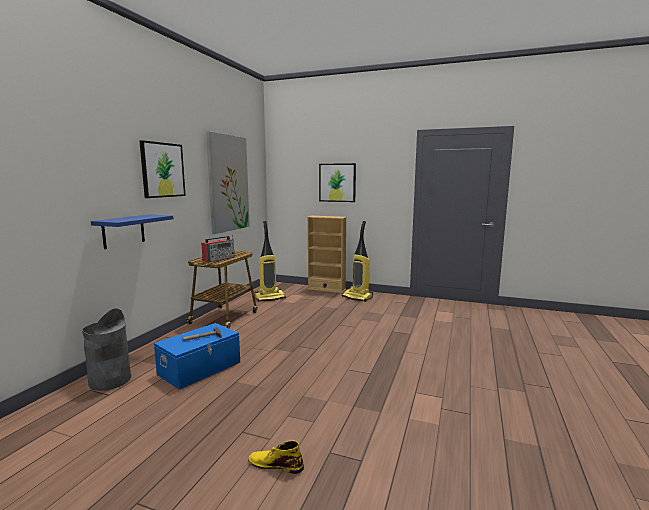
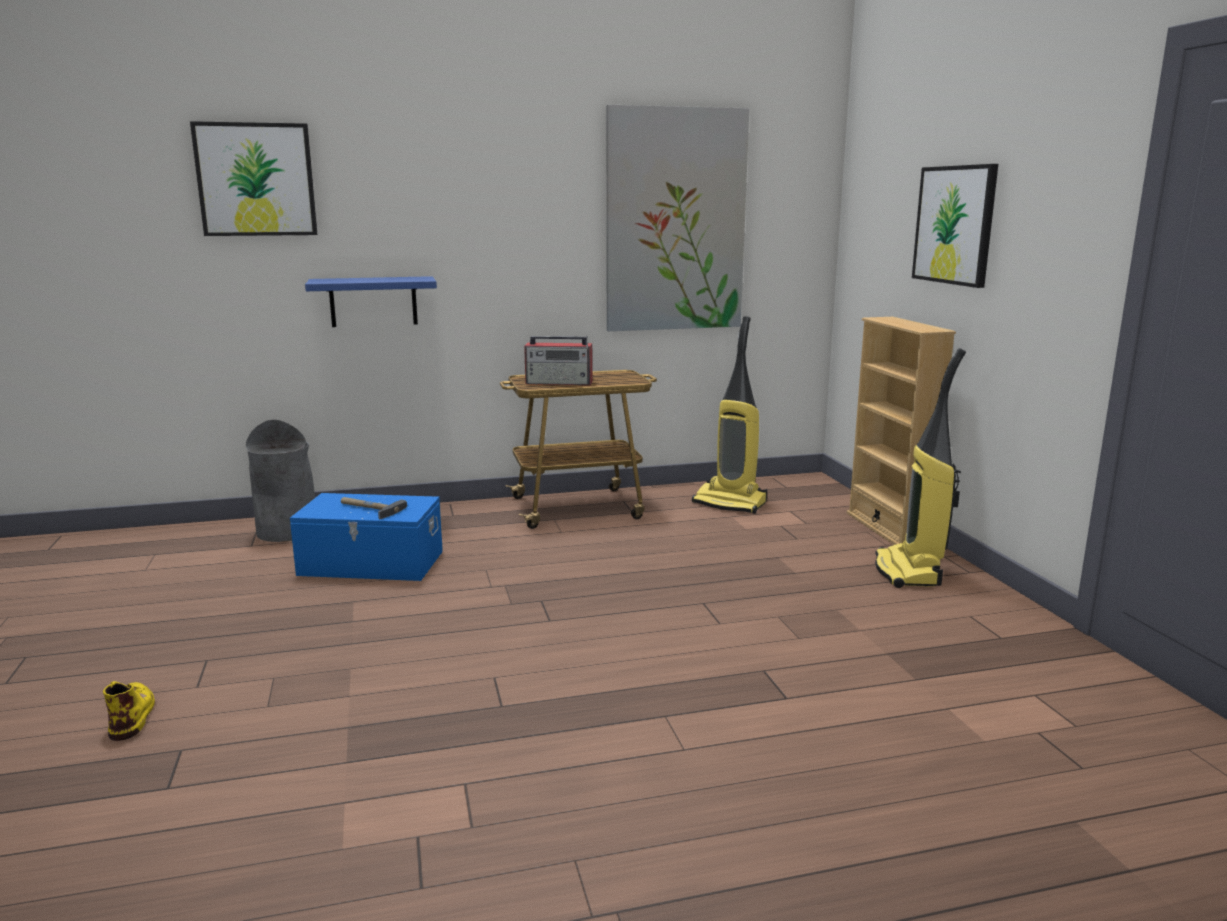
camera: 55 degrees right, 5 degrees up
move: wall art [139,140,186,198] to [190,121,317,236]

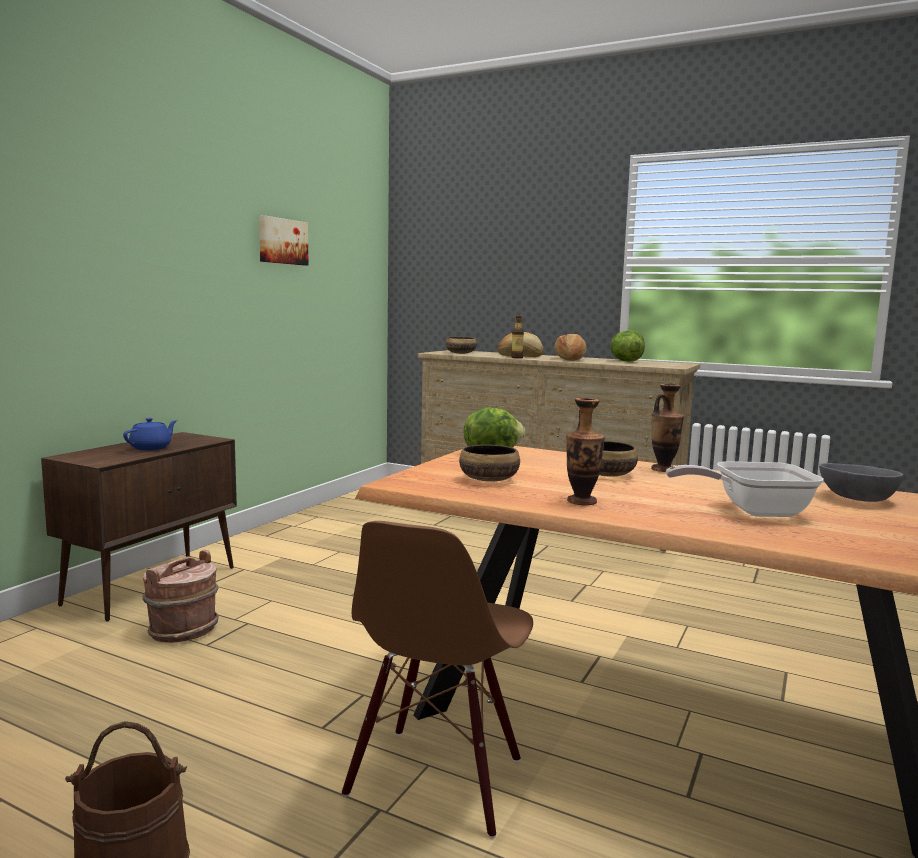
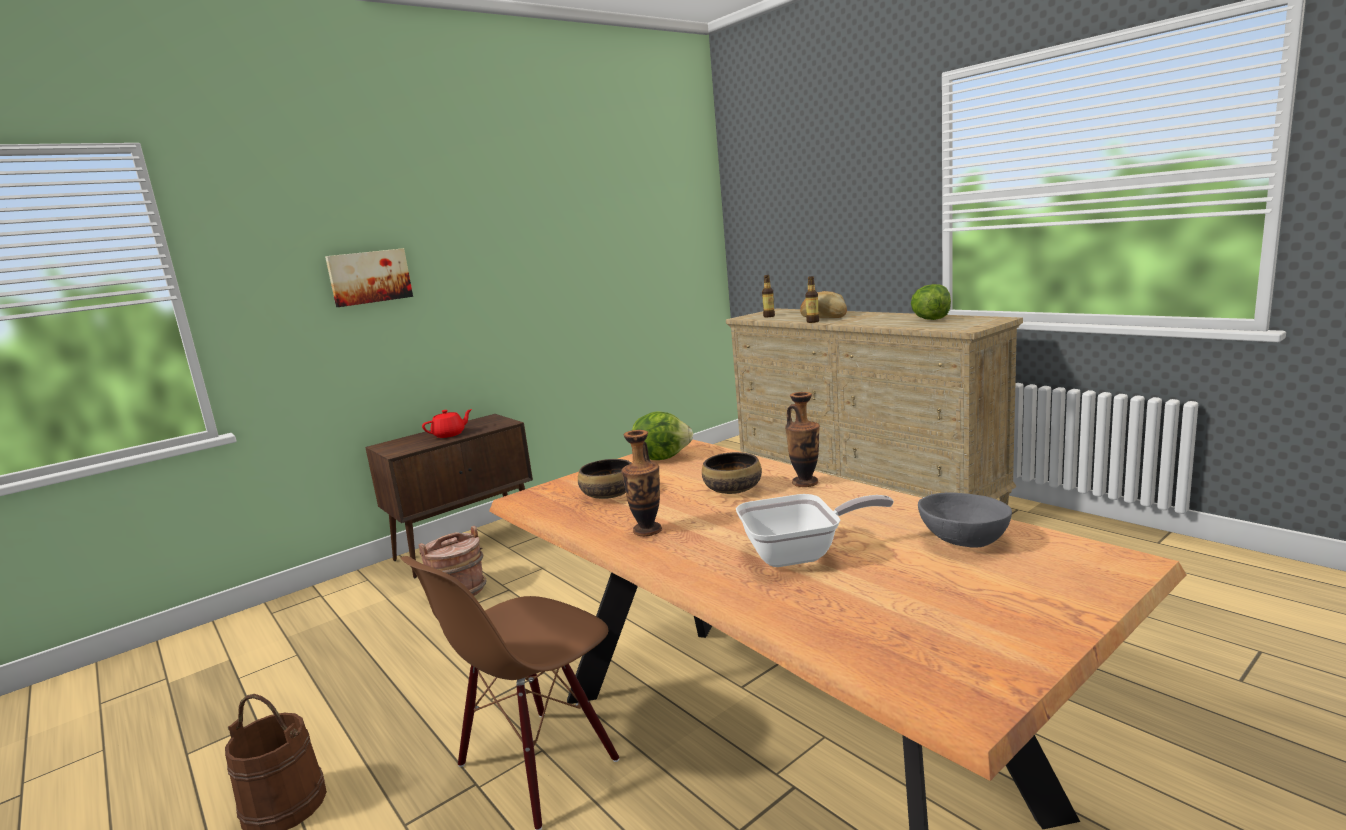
camera: 25 degrees right, 5 degrees up
delete: bakery bread [554,334,587,361]
move: wall art [259,215,308,265] to [325,248,413,307]
replace: deep dish [446,337,477,354] to drink bottle [762,275,775,317]
recolor: pot for tea in bluish [123,418,177,450] to pot for tea in reddish [422,409,472,438]
rotate: frying pan [666,461,824,517] = [736,494,894,567] 150 degrees clockwise

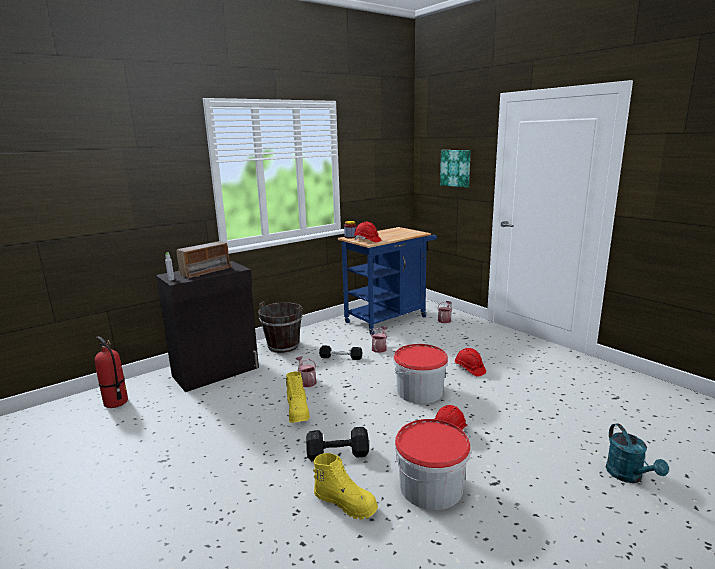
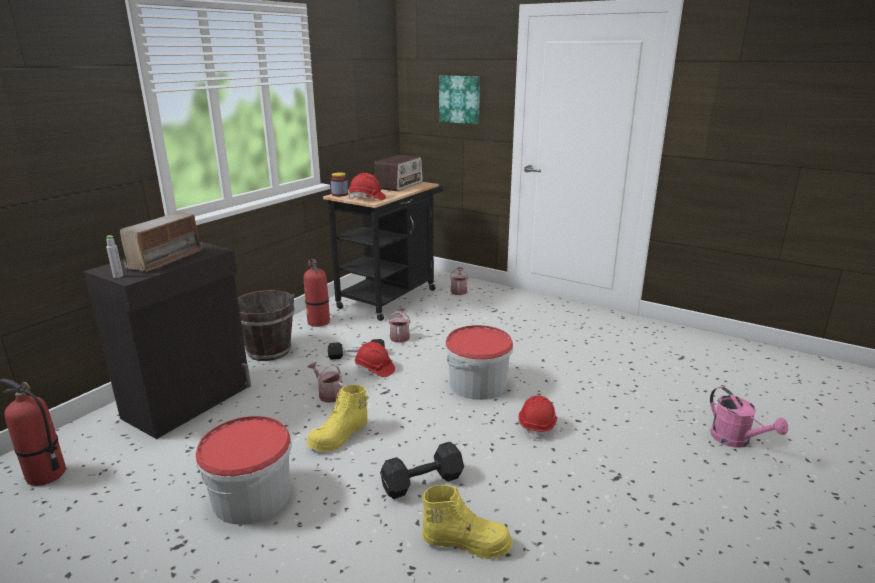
camera: 20 degrees left, 5 degrees up
insert: fire extinguisher [304,259,330,327]; radio [374,155,423,191]
move: water bucket [395,419,471,510] to [196,416,292,525]; safety helmet in reddish [455,348,486,377] to [355,342,395,377]
recolor: cart in bluish [338,227,437,335] to cart in black [323,182,444,321]; watering can in turquoise [606,424,669,483] to watering can in pinkish [710,387,788,448]
rotate: high-top boot in yellow-coloured [286,371,310,423] = [306,385,369,452] 75 degrees clockwise

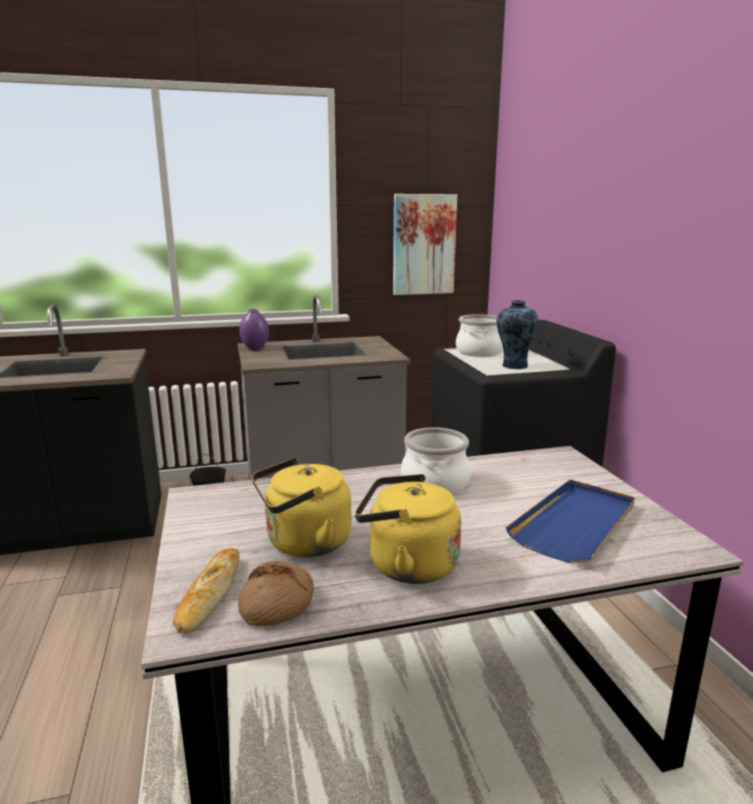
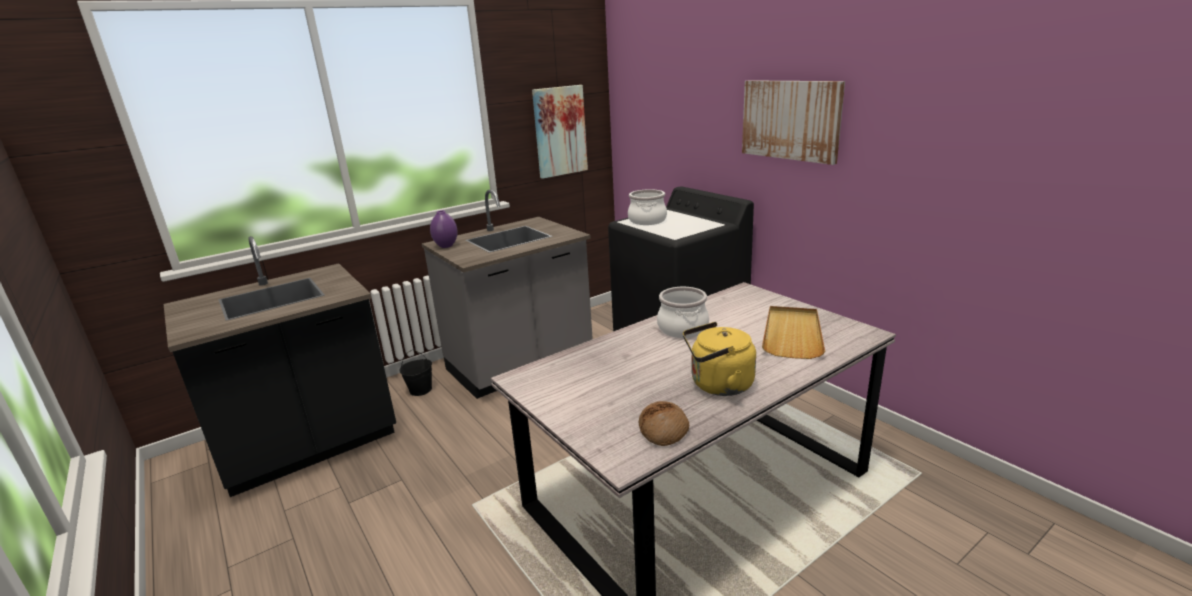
camera: 20 degrees left, 5 degrees up
delete: bakery bread [173,548,239,634]; kettle in yellow-coloured [252,458,351,557]; flower vase [496,300,538,369]
insert: wall art [742,80,845,165]
recolor: tray in bluish [506,480,635,563] to tray in beige-coloured [762,306,825,359]

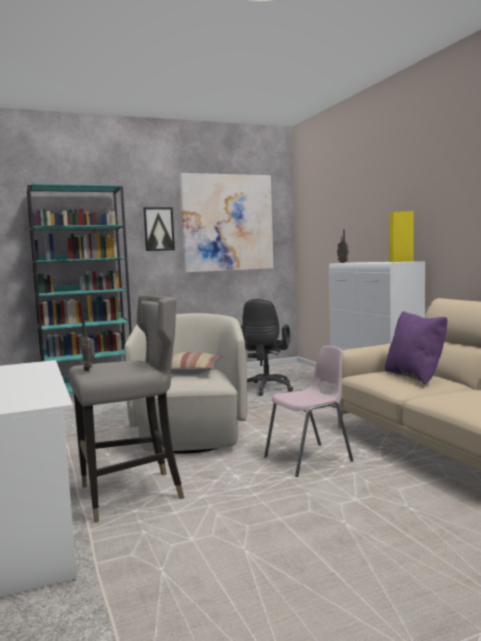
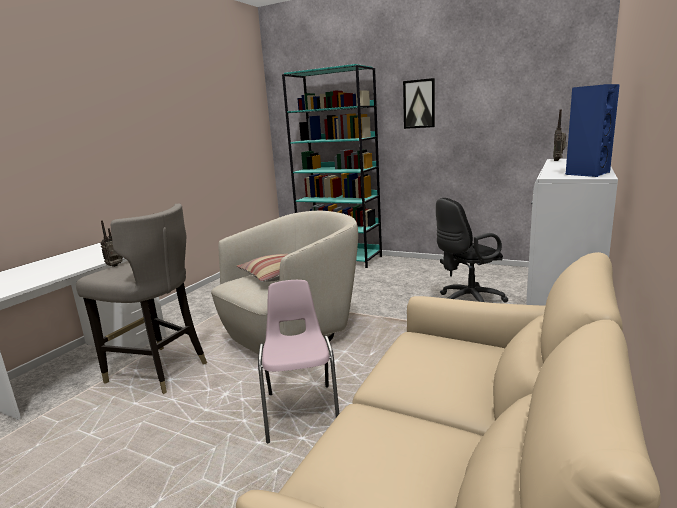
camera: 50 degrees right, 10 degrees up
delete: wall art [180,173,274,273]; cushion in purplish [385,311,448,384]
recolor: speaker in yellow-coloured [389,211,414,262] to speaker in bluish [566,84,620,177]
rotate: plain chair in pinkish [264,346,353,477] = [258,280,339,443] 120 degrees counterclockwise

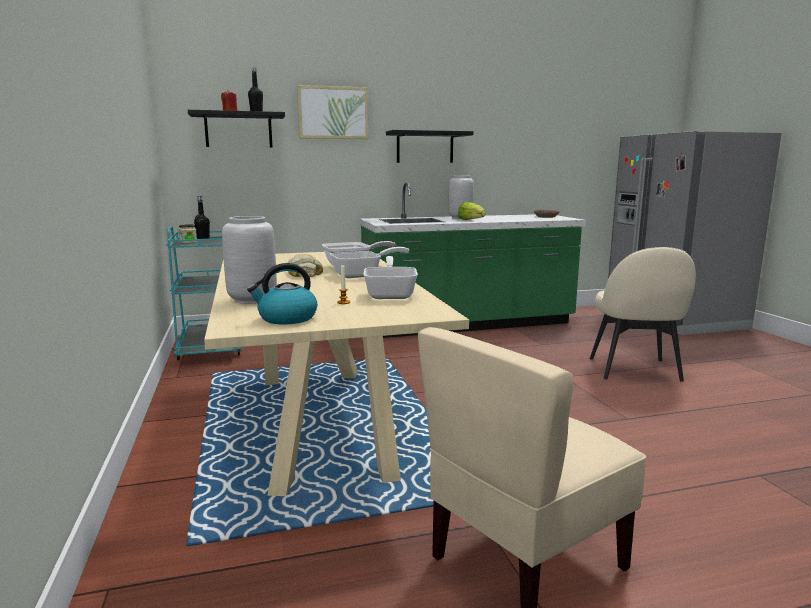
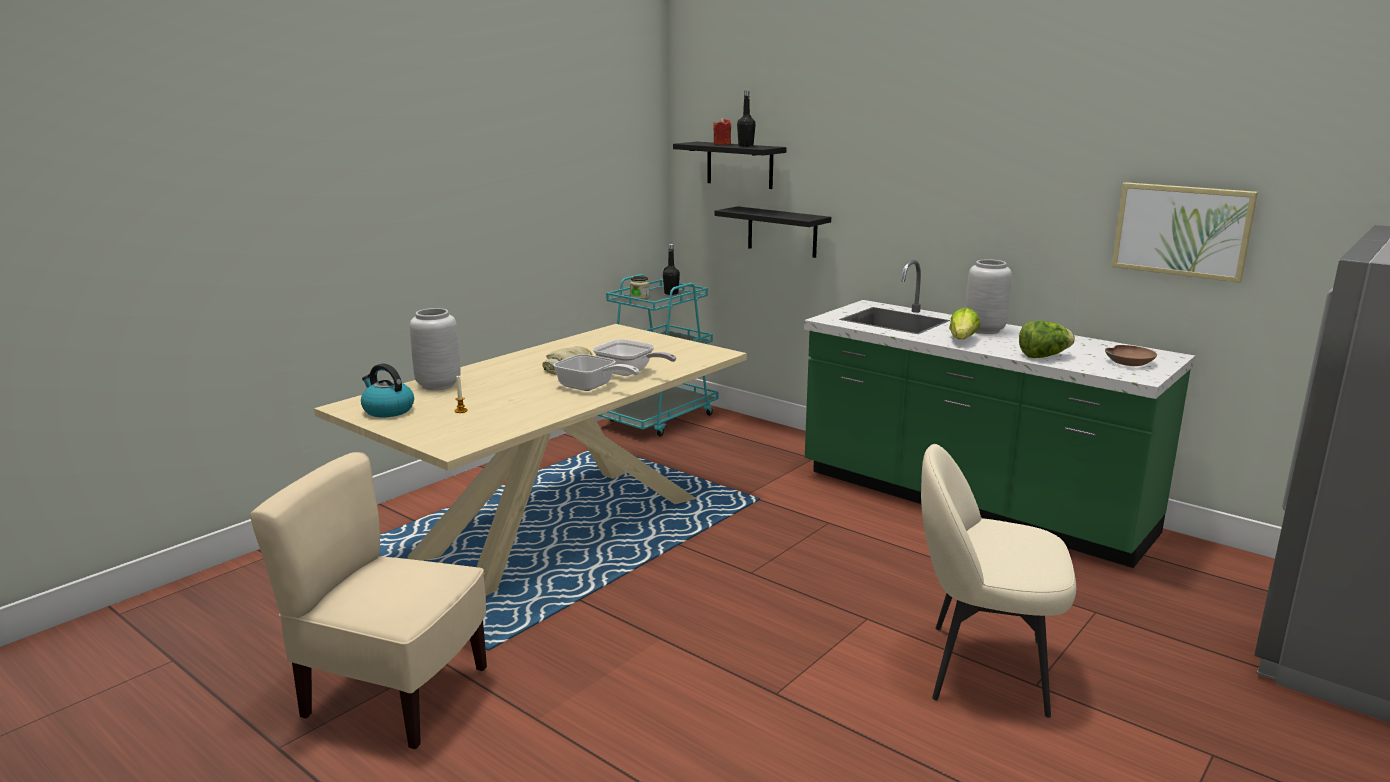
camera: 55 degrees right, 5 degrees up
delete: frying pan [363,256,418,299]
insert: head of lettuce [1019,321,1075,358]
move: wall art [297,85,369,139] to [1111,182,1258,283]; shelf in black [386,130,473,163] to [714,206,831,258]
rotate: plain chair in beige-coloured [590,247,696,382] = [921,444,1076,718] 45 degrees clockwise

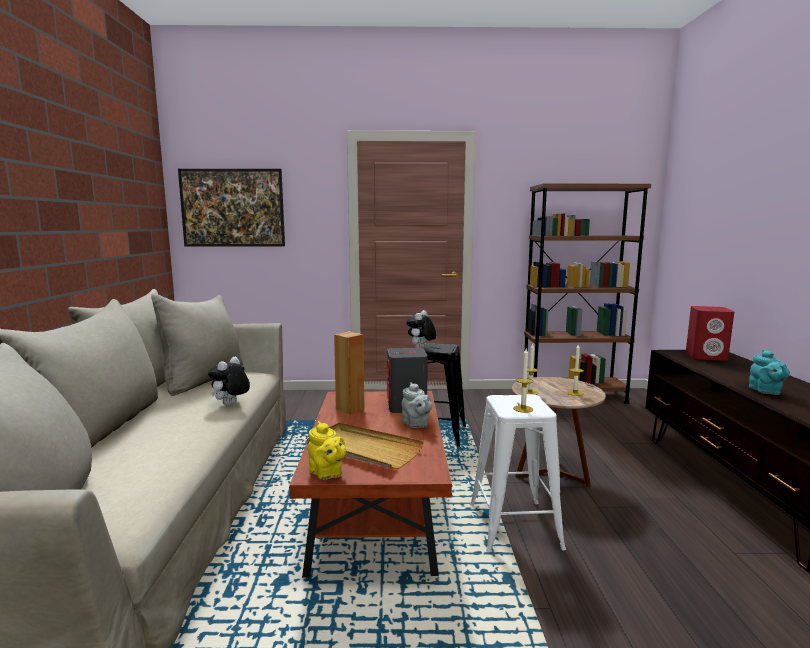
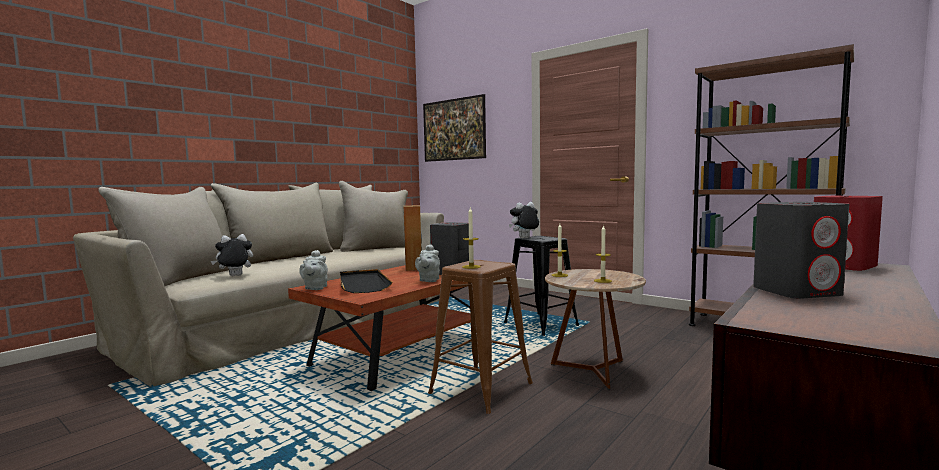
camera: 40 degrees right, 5 degrees down
move: cuddly toy [208,357,250,405] to [211,234,253,276]
replace: pot for tea in turquoise [749,349,790,395] to speaker in grey [753,202,849,299]
recolor: tray in beige-coloured [307,422,424,469] to tray in black [340,269,392,293]; pot for tea in yellow-coloured [308,421,346,480] to pot for tea in grey [299,250,328,290]; sitting stool in white-coloured [470,394,566,553] to sitting stool in brown [428,260,533,414]

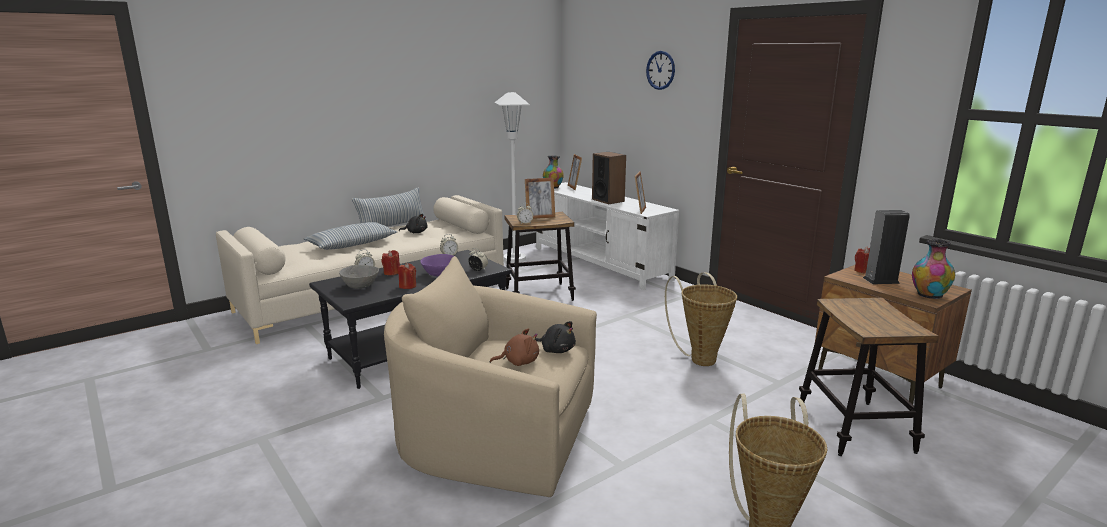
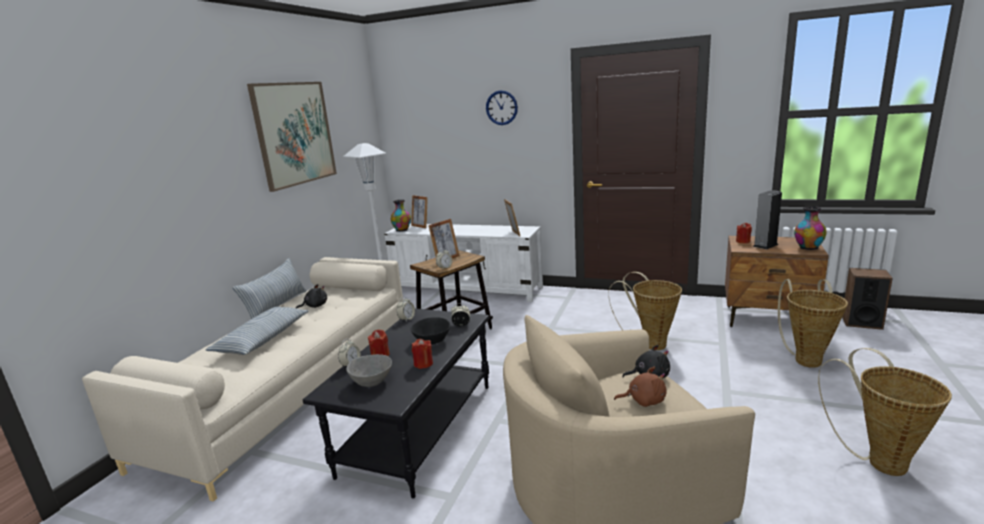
camera: 30 degrees left, 0 degrees up
insert: wall art [247,82,337,192]
move: speaker [592,152,626,204] to [842,268,893,330]
replace: sitting stool [799,298,939,456] to household basket [778,279,848,368]
recolor: deep dish in purplish [420,254,454,276] to deep dish in black [410,317,450,345]
rotate: cuddly toy in brown [490,328,539,366] = [614,367,666,407] 45 degrees clockwise

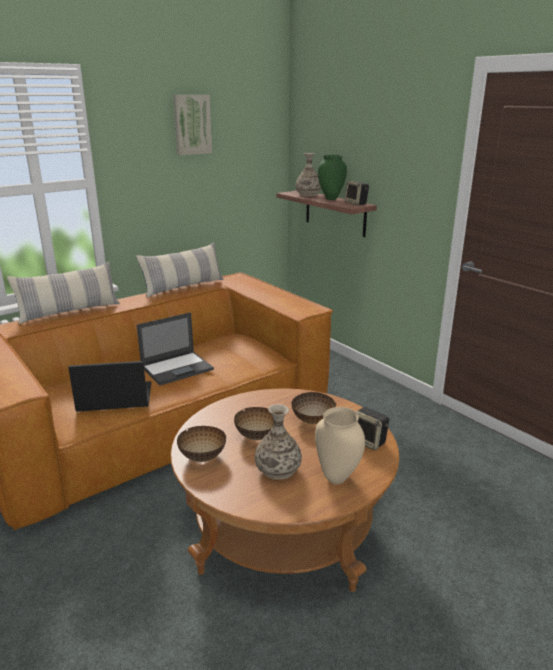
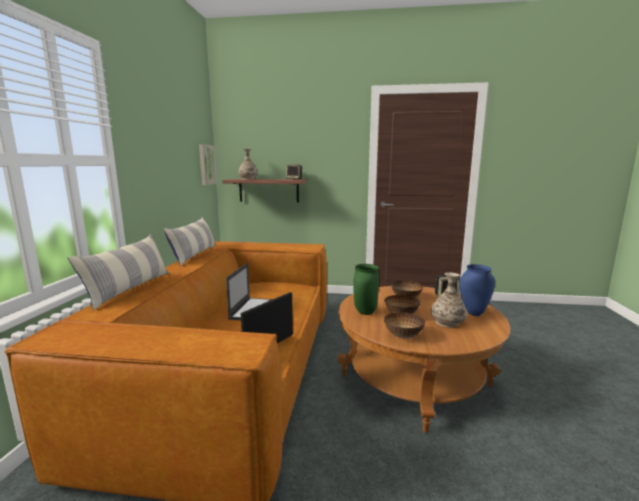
camera: 45 degrees left, 10 degrees down
move: wall art [173,95,212,155] to [199,144,217,185]; flower vase in greenish [318,155,347,200] to [353,264,379,315]
recolor: flower vase in beige-coloured [315,407,365,484] to flower vase in bluish [460,264,495,316]

